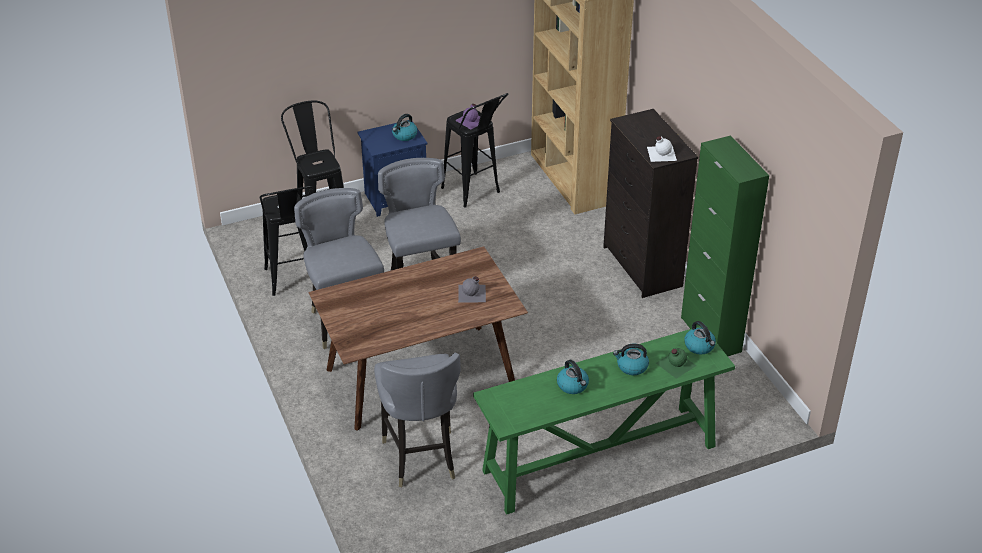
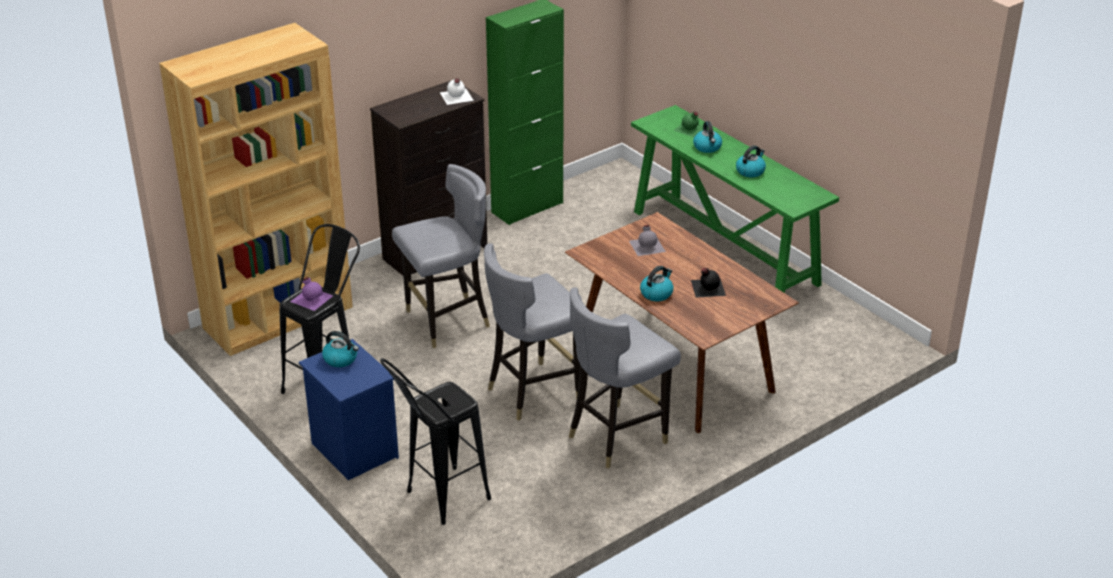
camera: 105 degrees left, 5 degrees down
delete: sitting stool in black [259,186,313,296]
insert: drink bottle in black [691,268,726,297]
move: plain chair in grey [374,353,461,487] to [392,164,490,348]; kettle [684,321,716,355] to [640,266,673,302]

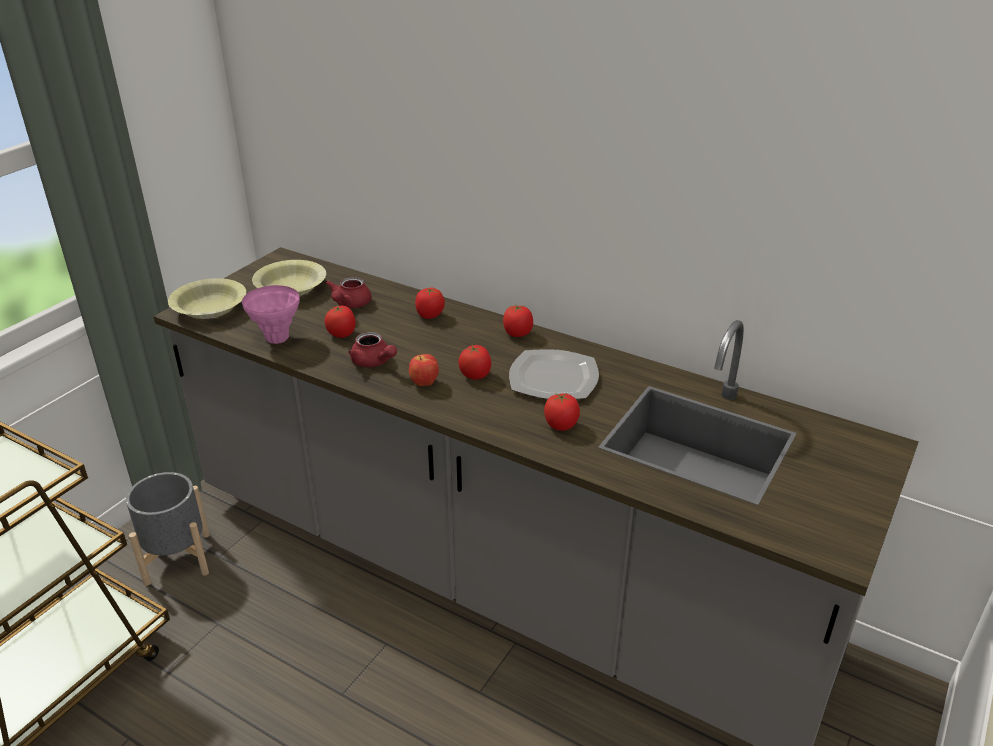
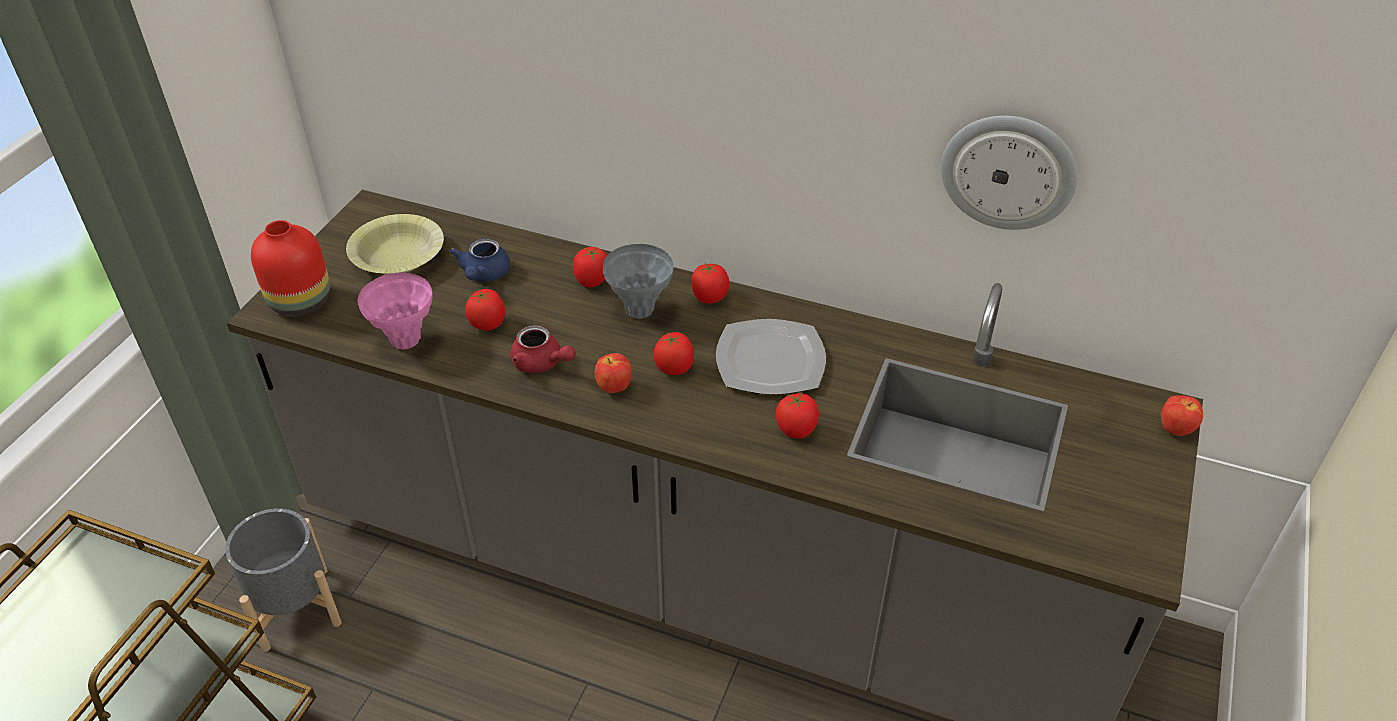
camera: 10 degrees left, 10 degrees up
insert: flower vase in grey [603,244,674,319]; hanging clock [941,116,1078,230]; apple [1161,395,1203,436]
replace: deep dish in yellow-coloured [168,278,246,319] to flower vase in reddish [251,220,330,316]
recolor: pot for tea in reddish [326,277,371,308] to pot for tea in bluish [449,239,510,282]

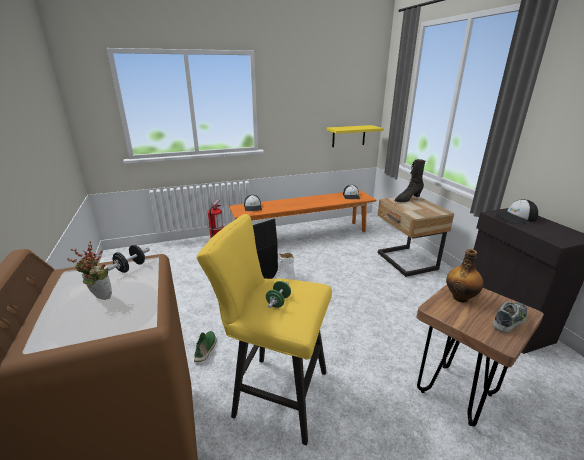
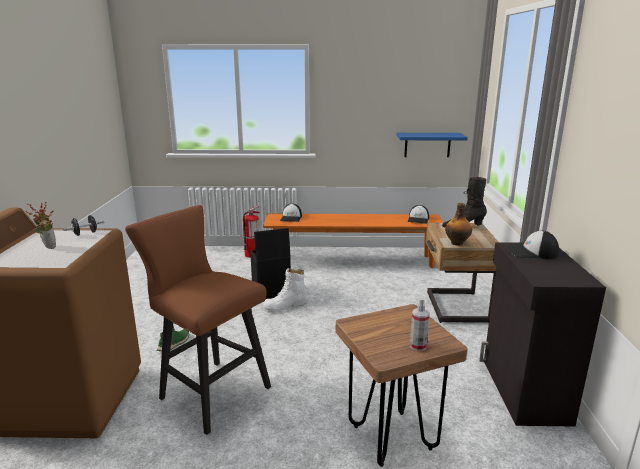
camera: 20 degrees right, 5 degrees down
delete: hand weight in greenish [266,281,291,308]
move: drink bottle [446,249,483,302] to [445,203,472,246]
replace: shoe [493,302,528,333] to spray bottle [410,298,430,351]
recolor: sitting stool in yellow-coloured [197,214,332,446] to sitting stool in brown [125,205,271,435]; shelf in yellow-coloured [326,125,384,147] to shelf in bluish [396,133,468,157]

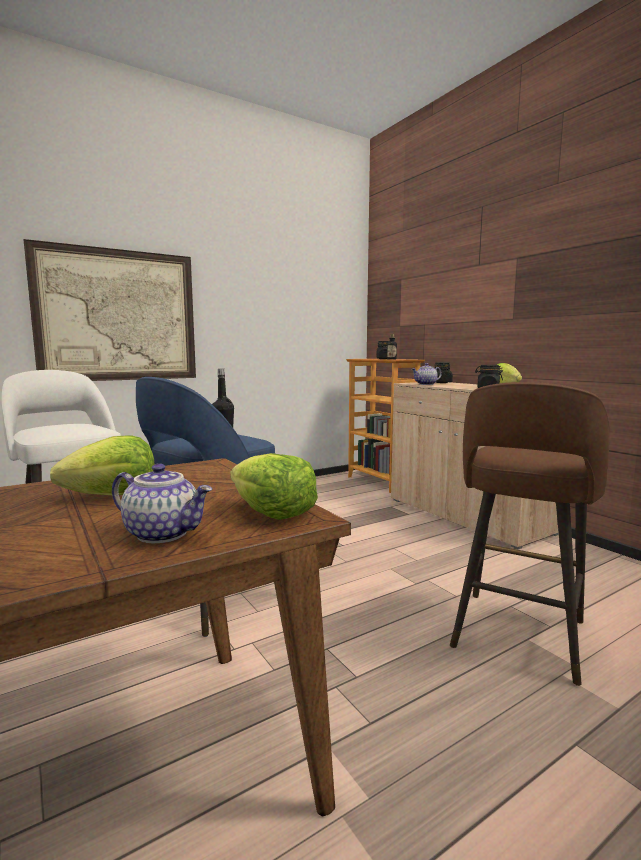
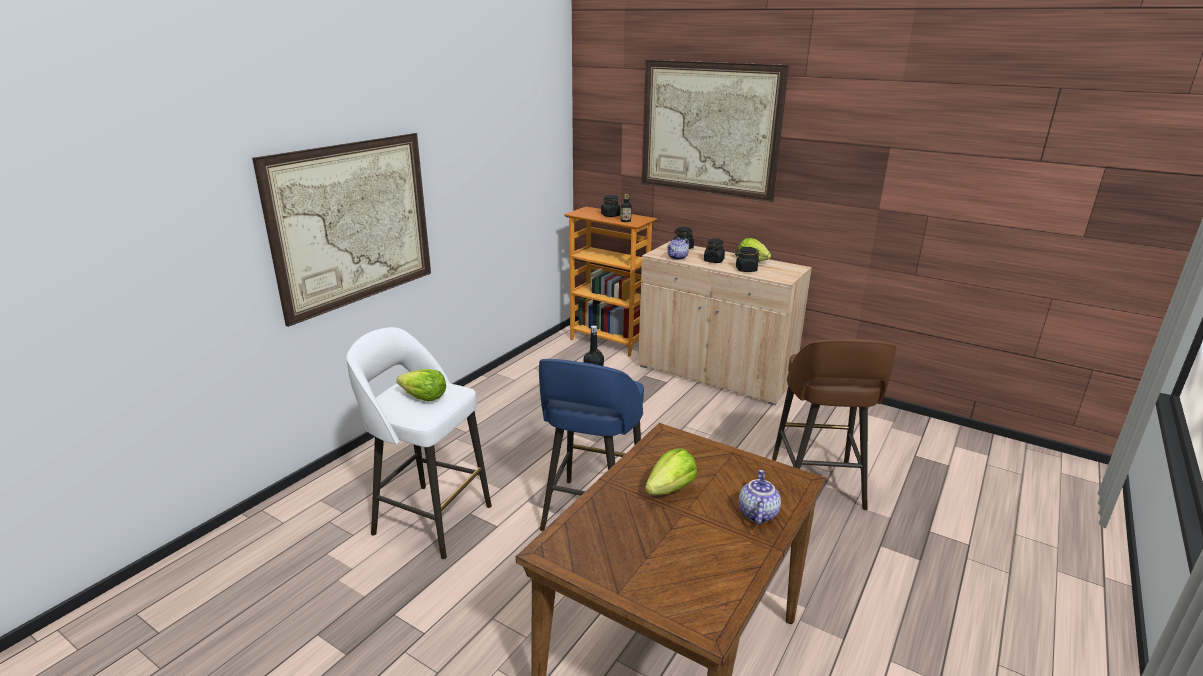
camera: 25 degrees left, 15 degrees up
insert: wall art [641,60,789,202]; preserve jar in black [704,239,725,263]
move: head of lettuce [230,453,318,520] to [396,369,446,401]
rotate: pot for tea [112,463,212,543] = [738,470,781,525] 75 degrees counterclockwise

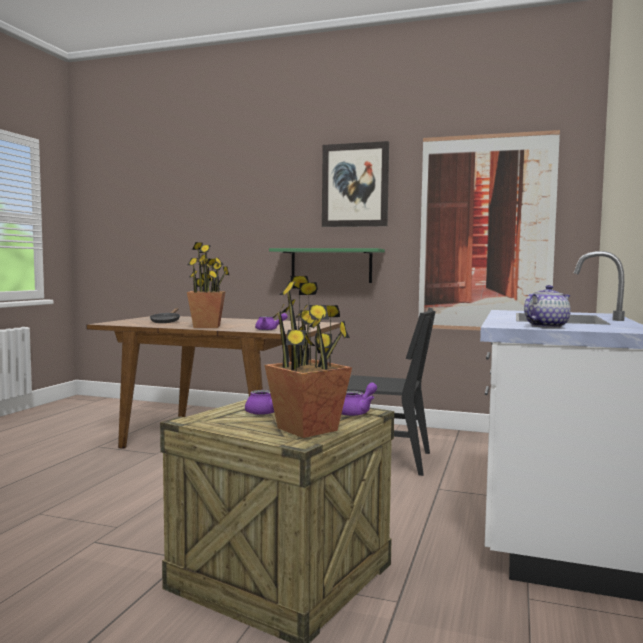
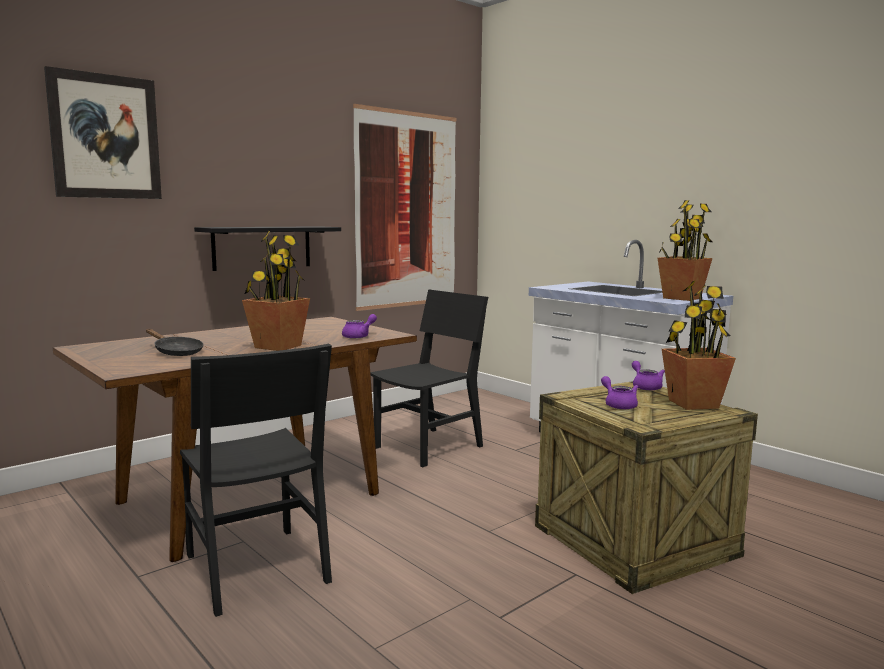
camera: 60 degrees left, 5 degrees up
insert: plain chair in black [180,344,332,617]
move: wall art [322,141,389,227] to [44,66,162,199]
replace: pot for tea [524,285,571,328] to plant in a pot [658,200,712,301]
recolor: shelf in greenish [269,248,385,283] to shelf in black [194,226,341,271]

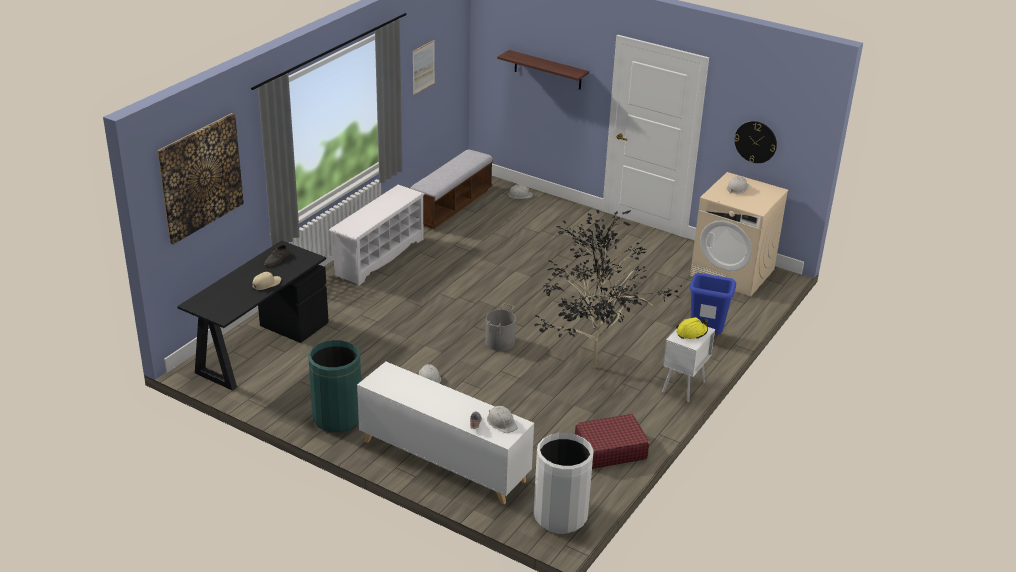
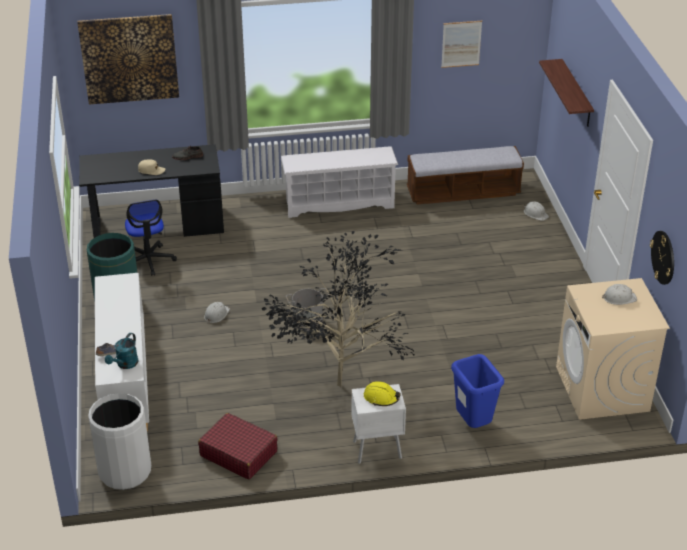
camera: 50 degrees right, 5 degrees up
insert: office chair [125,200,177,276]
replace: safety helmet in white-coloured [487,406,518,433] to watering can in turquoise [105,333,139,369]

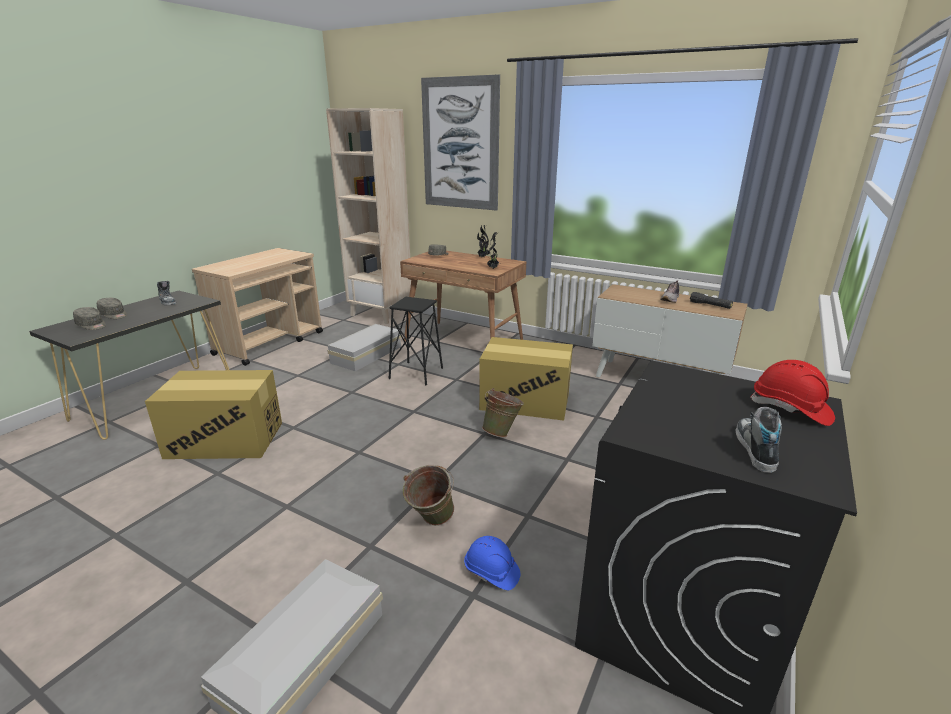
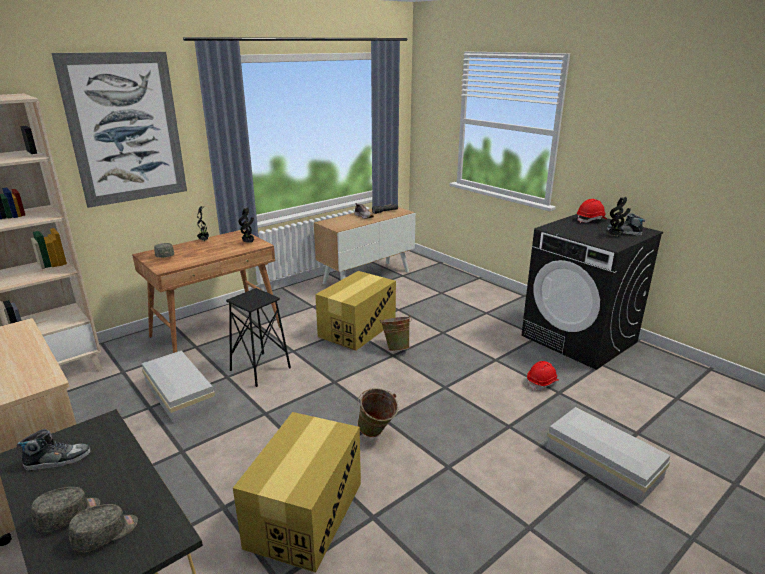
camera: 70 degrees left, 0 degrees up
insert: plant in a pot [609,197,631,236]
move: water bucket in greenish [403,465,454,526] to [357,388,398,437]
recolor: safety helmet in bluish [464,536,520,590] to safety helmet in reddish [527,361,559,391]

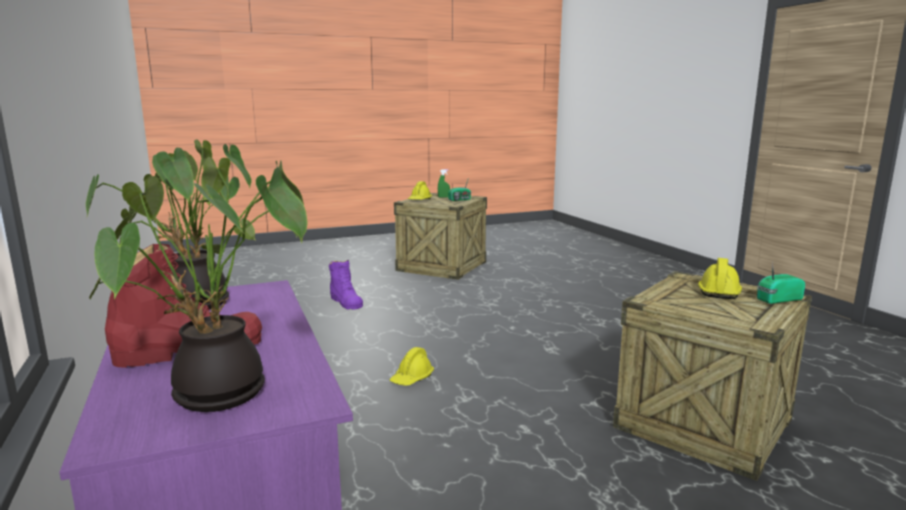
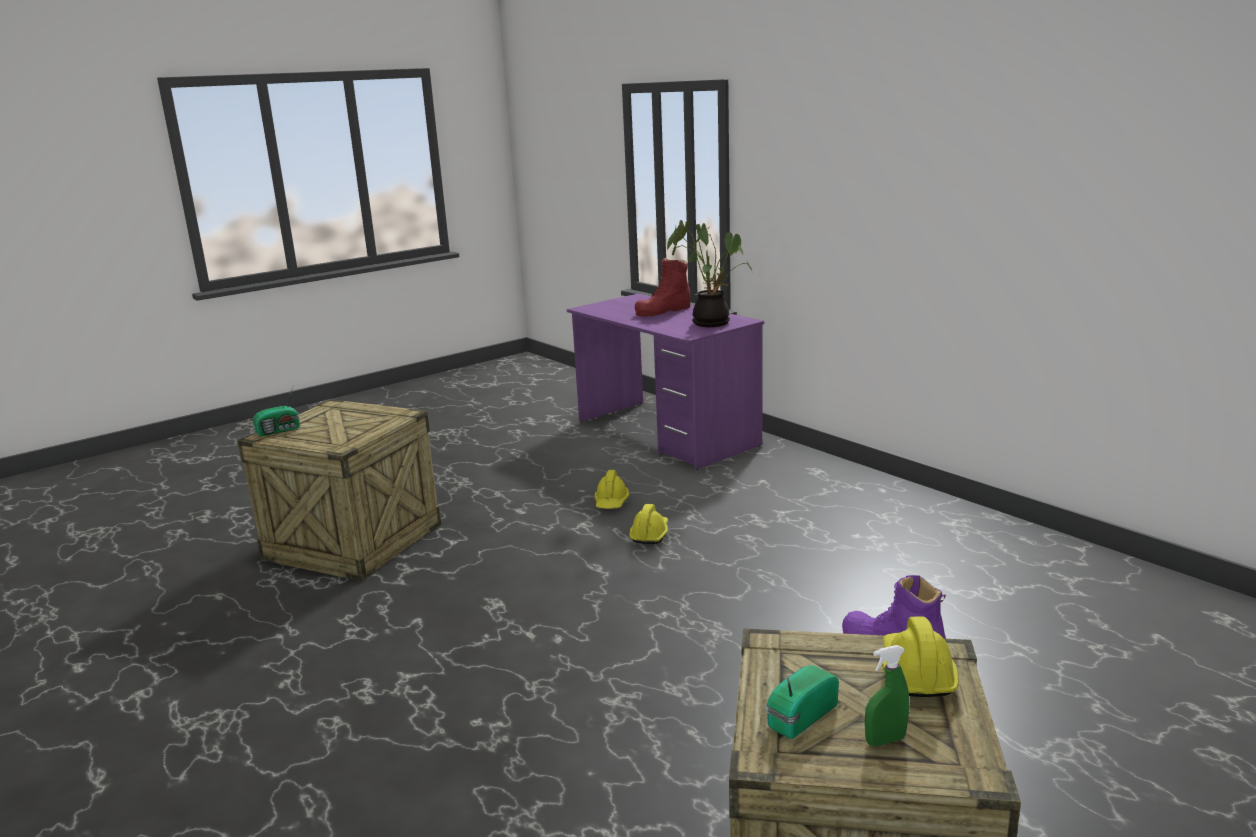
camera: 165 degrees right, 5 degrees up
delete: plant in a pot [89,157,308,412]
move: safety helmet in yellow-coloured [698,258,742,299] to [594,470,629,509]

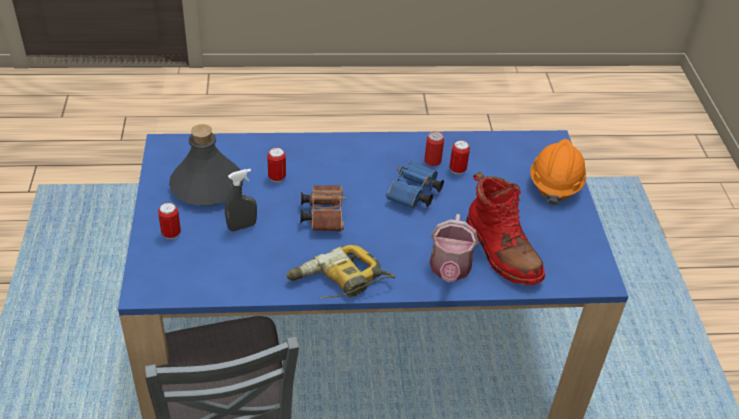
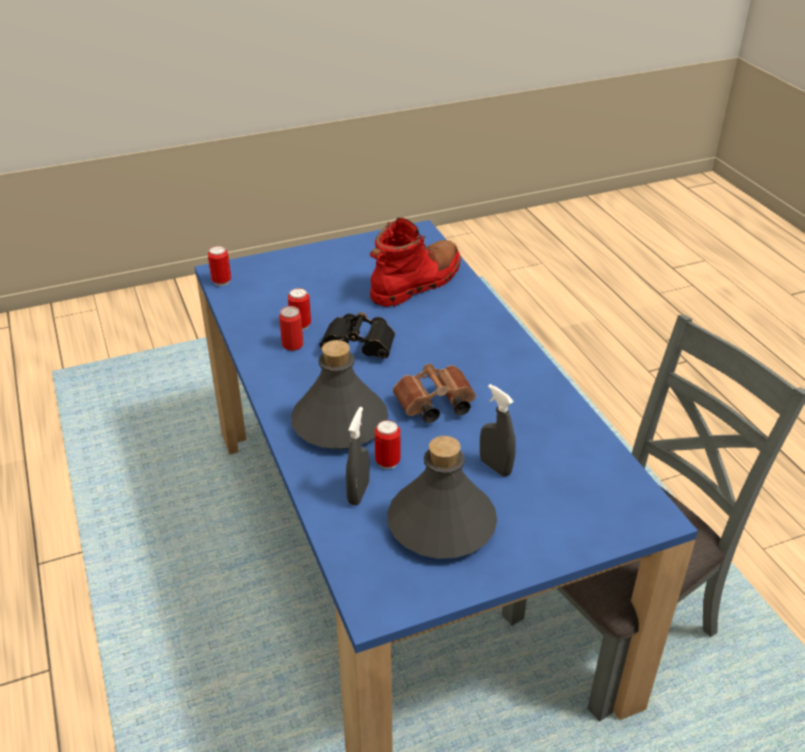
camera: 105 degrees left, 5 degrees down
delete: power drill [287,245,395,299]; watering can [430,214,479,282]; safety helmet in orangey [530,139,586,205]
insert: drink bottle in grey [291,340,388,450]; spray bottle in grey [346,407,369,505]
move: sealed can [158,202,181,239] to [208,246,231,286]
recolor: field glasses in bluish [386,160,444,208] to field glasses in black [319,312,395,359]

